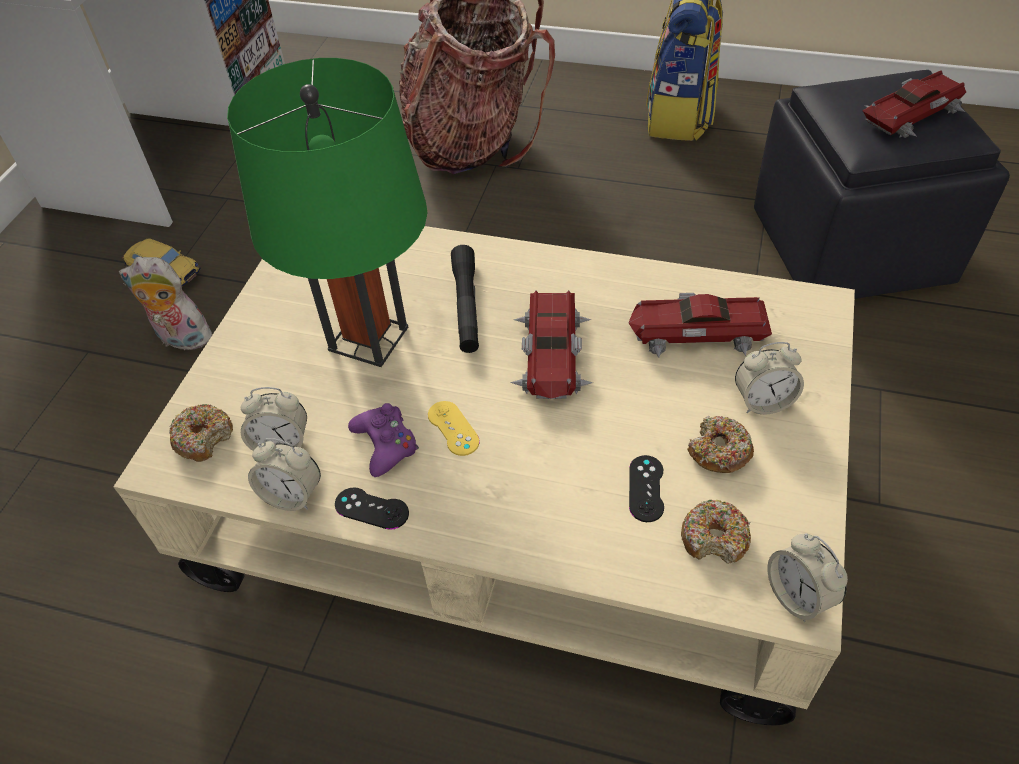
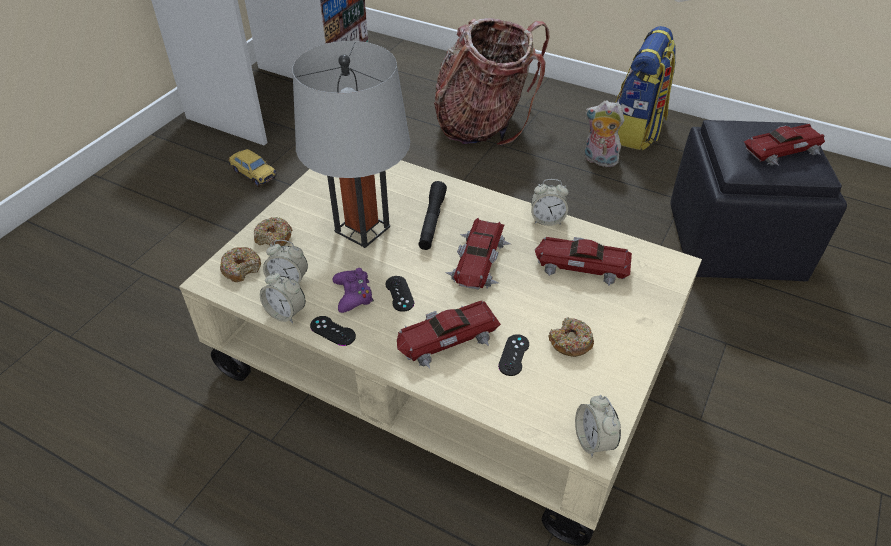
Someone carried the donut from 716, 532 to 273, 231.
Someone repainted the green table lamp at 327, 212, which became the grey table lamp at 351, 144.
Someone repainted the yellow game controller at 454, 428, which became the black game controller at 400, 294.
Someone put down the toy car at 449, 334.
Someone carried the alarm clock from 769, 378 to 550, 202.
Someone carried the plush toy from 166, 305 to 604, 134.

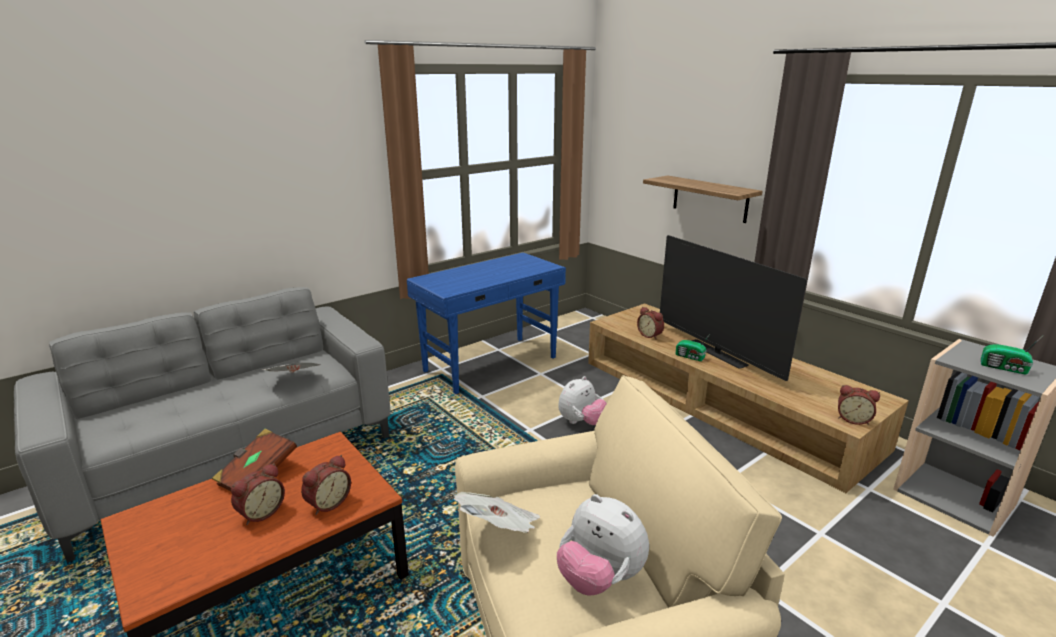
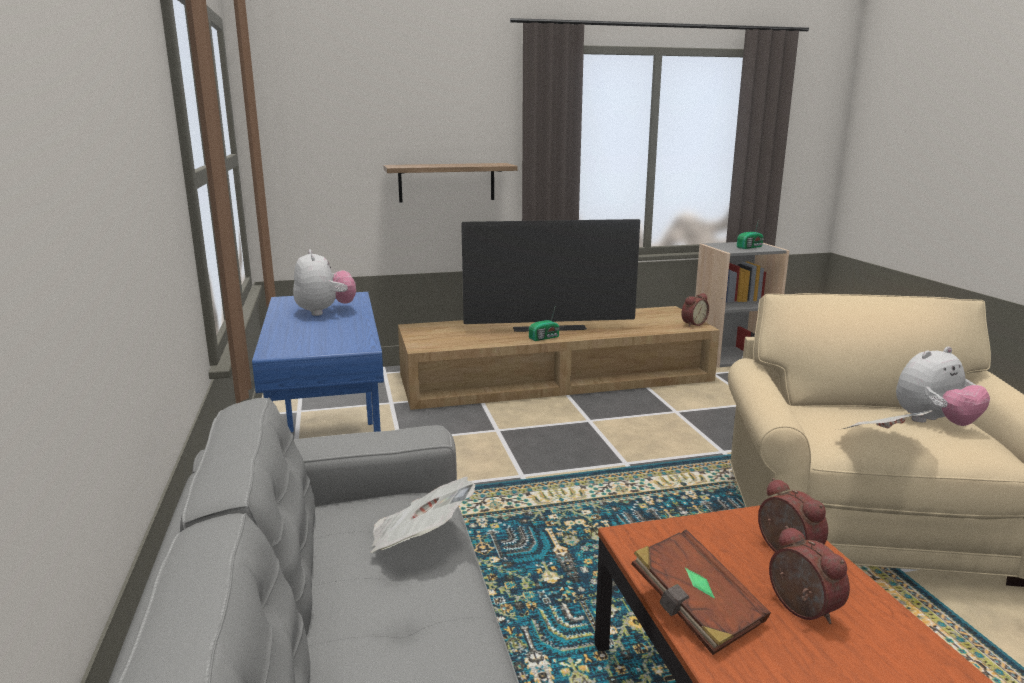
Someone carried the plush toy from 582, 400 to 324, 282.
Someone took away the alarm clock at 650, 323.

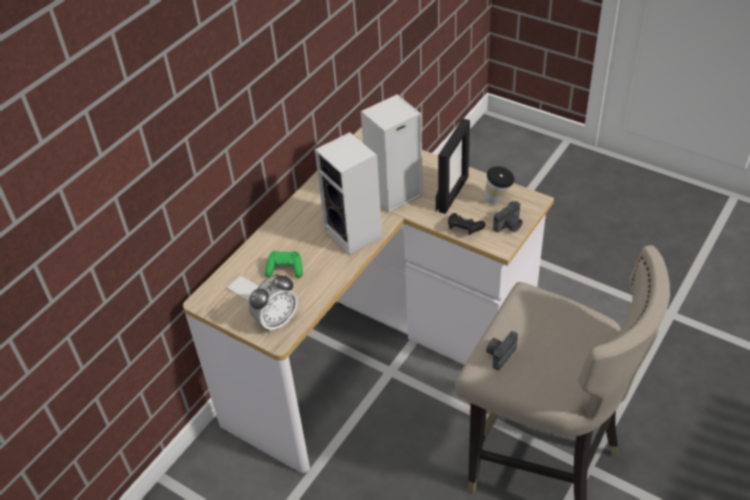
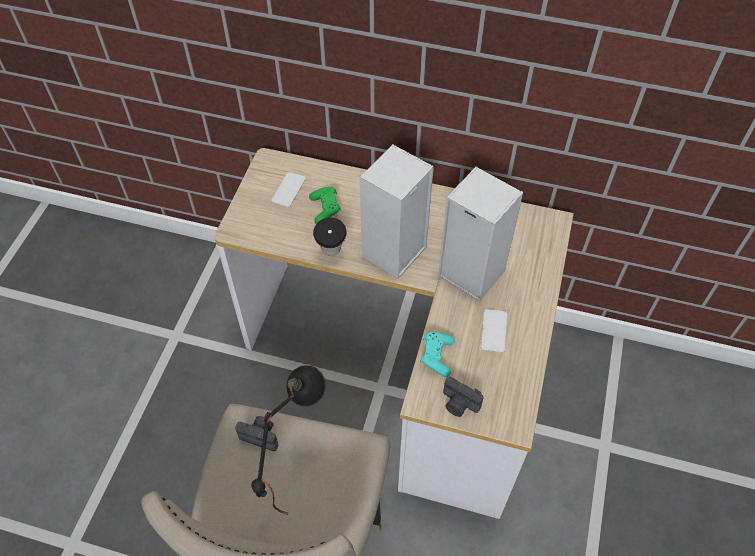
Someone put down the black table lamp at 288, 440.
Someone carried the cup from 499, 185 to 330, 236.
Someone repainted the black game controller at 467, 224, which became the turquoise game controller at 437, 354.
Someone swapped the picture frame at 453, 166 for the phone at 494, 331.
Someone took away the alarm clock at 273, 303.

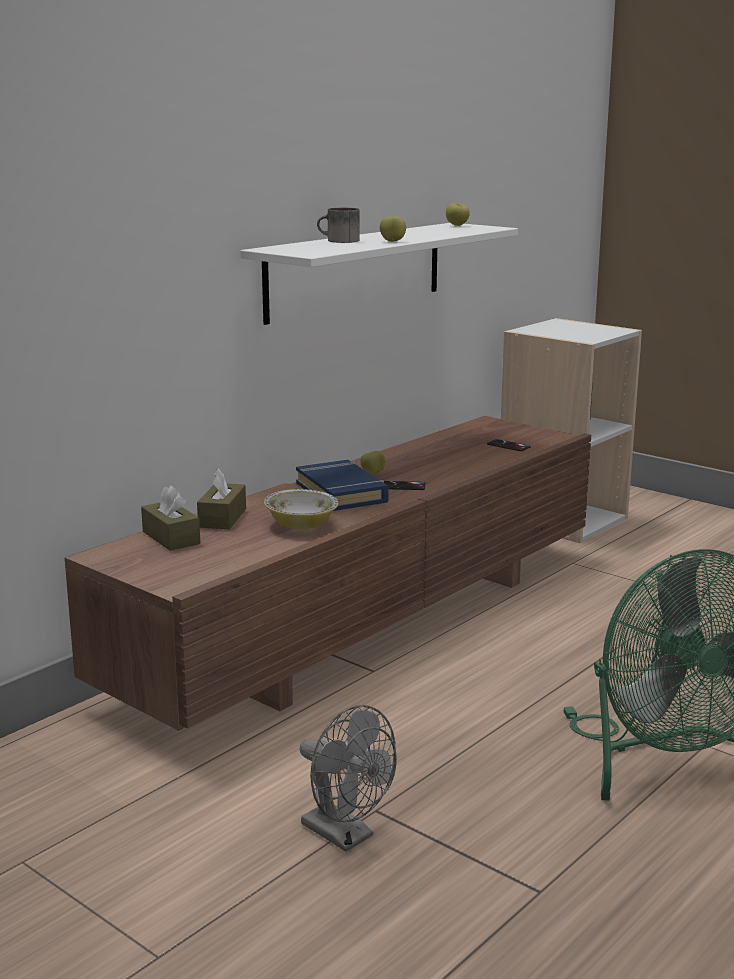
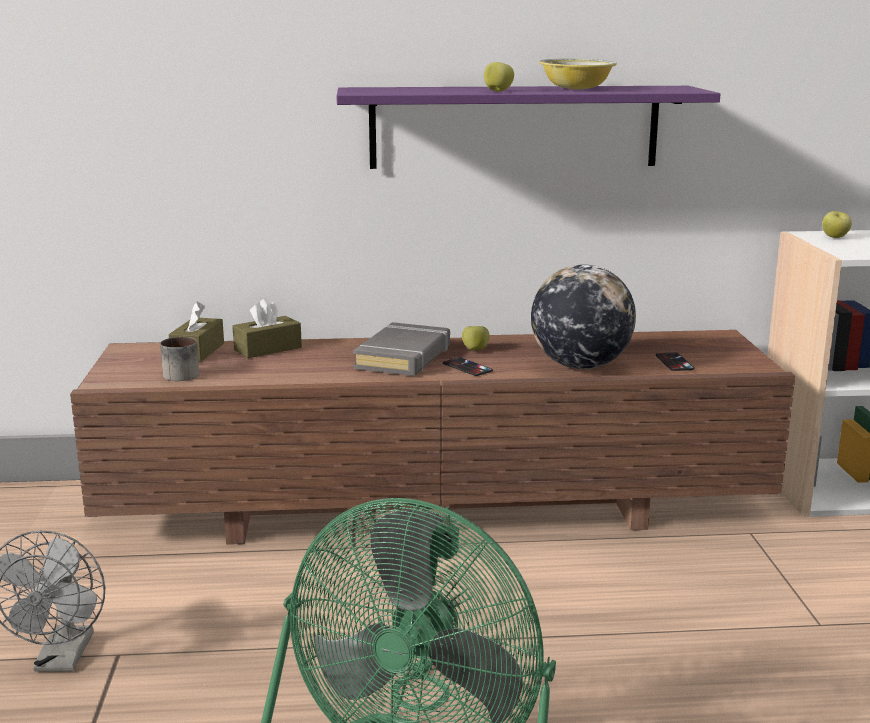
Someone carried the mug from 338, 225 to 179, 359.
Someone repainted the white shelf at 379, 274, which became the purple shelf at 528, 127.
Someone repainted the blue book at 342, 485, which became the grey book at 401, 349.
Someone put down the globe at 583, 316.
Someone carried the bowl from 301, 509 to 578, 74.
Someone carried the apple from 458, 214 to 837, 224.

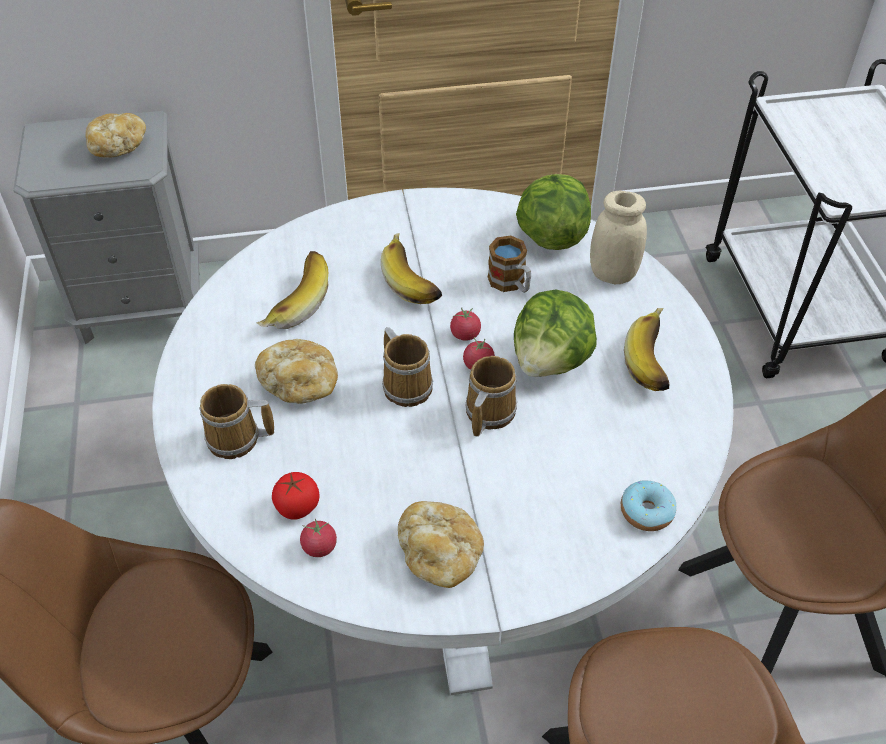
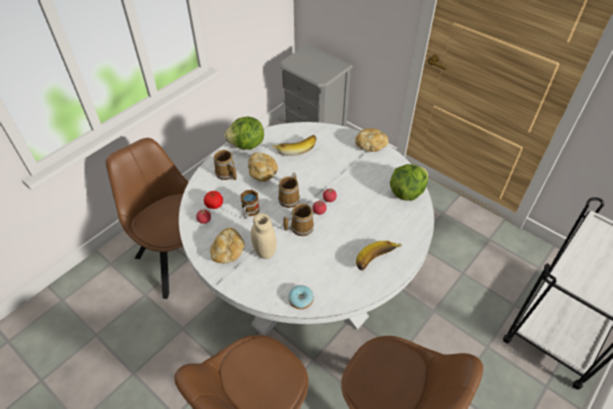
Someone carried the lettuce from 555, 333 to 244, 133.
Someone carried the mug from 509, 264 to 250, 204.
Someone carried the beige jar from 618, 237 to 264, 236.
Someone carried the bread from 116, 135 to 371, 140.
Someone took away the banana at 411, 268.

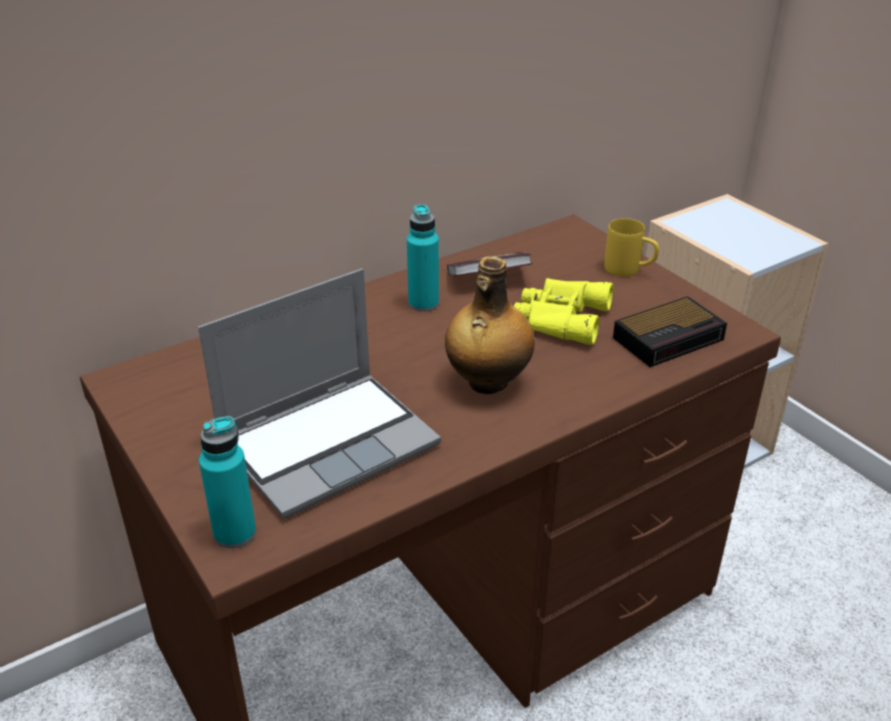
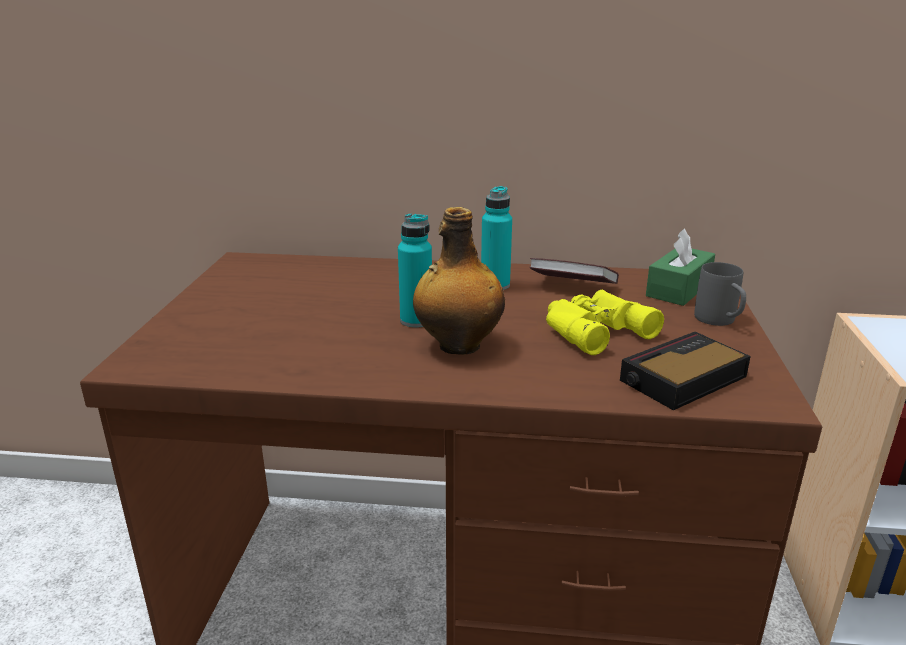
Someone carried the turquoise bottle from 227, 482 to 415, 270.
Someone rotated the alarm clock at 670, 331 by 135 degrees clockwise.
Someone put down the green tissue box at 680, 267.
Someone repainted the yellow mug at 631, 247, which became the grey mug at 720, 294.
Someone took away the laptop at 319, 393.

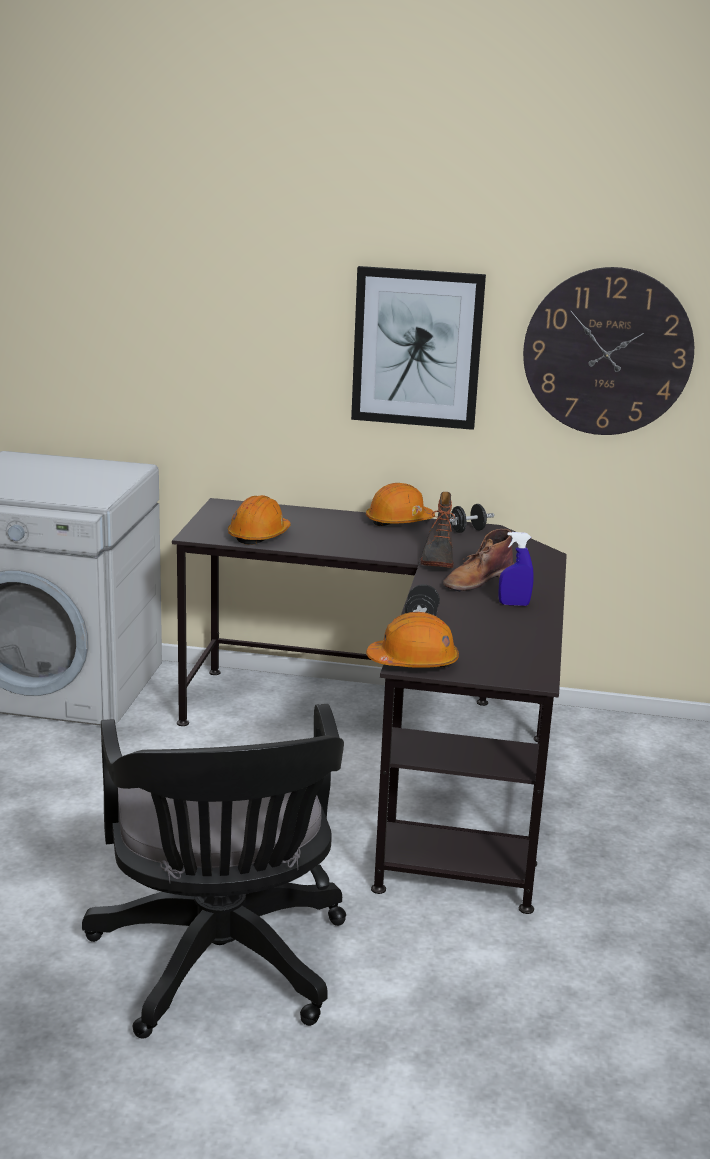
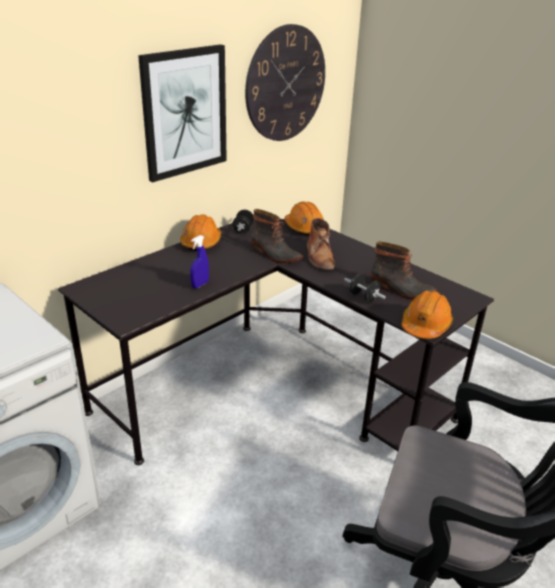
Someone carried the blue spray bottle from 516, 569 to 199, 261.
Someone carried the orange hard hat from 259, 520 to 304, 218.
Someone put down the boot at 403, 270.

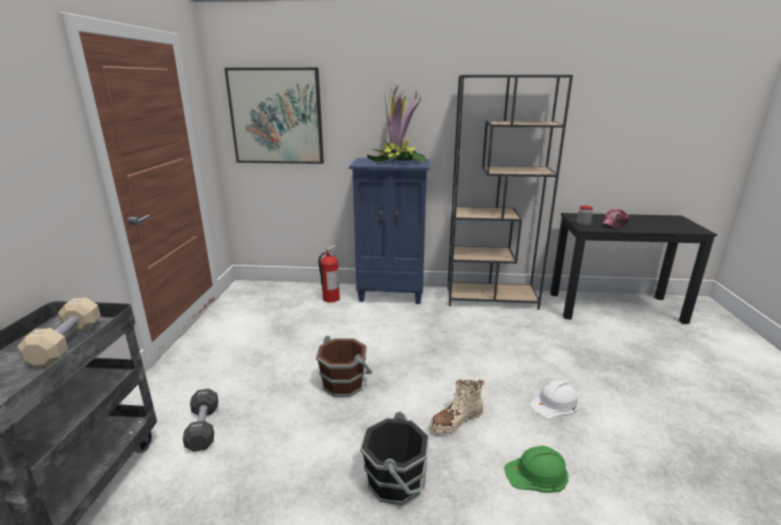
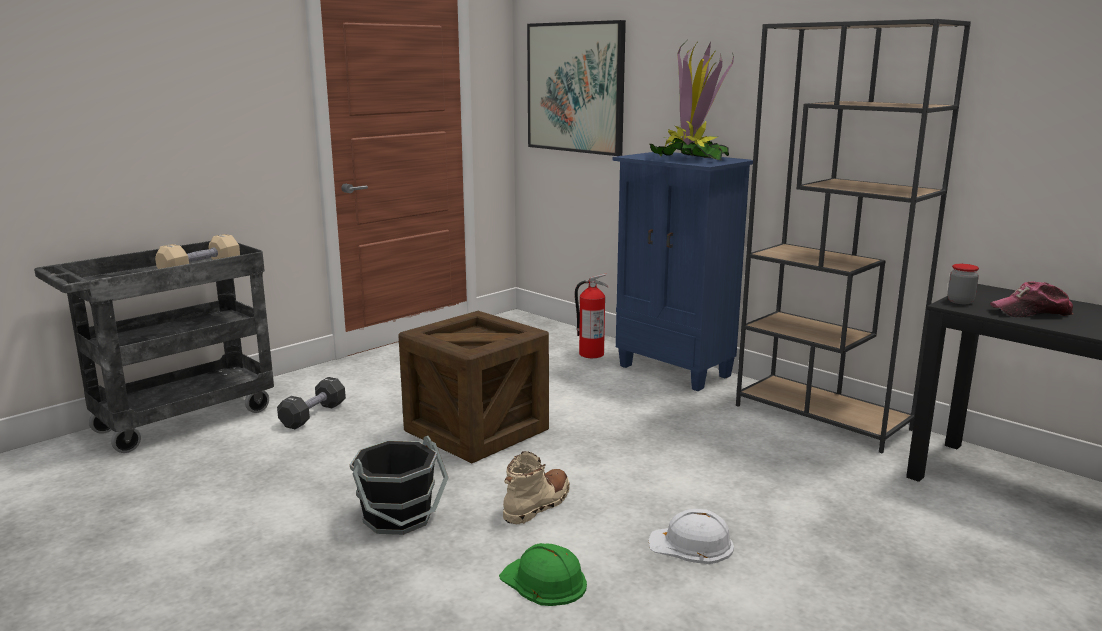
Someone swapped the brown bucket at 344, 366 for the crate at 473, 387.
Someone rotated the beige boot at 457, 407 by 120 degrees clockwise.

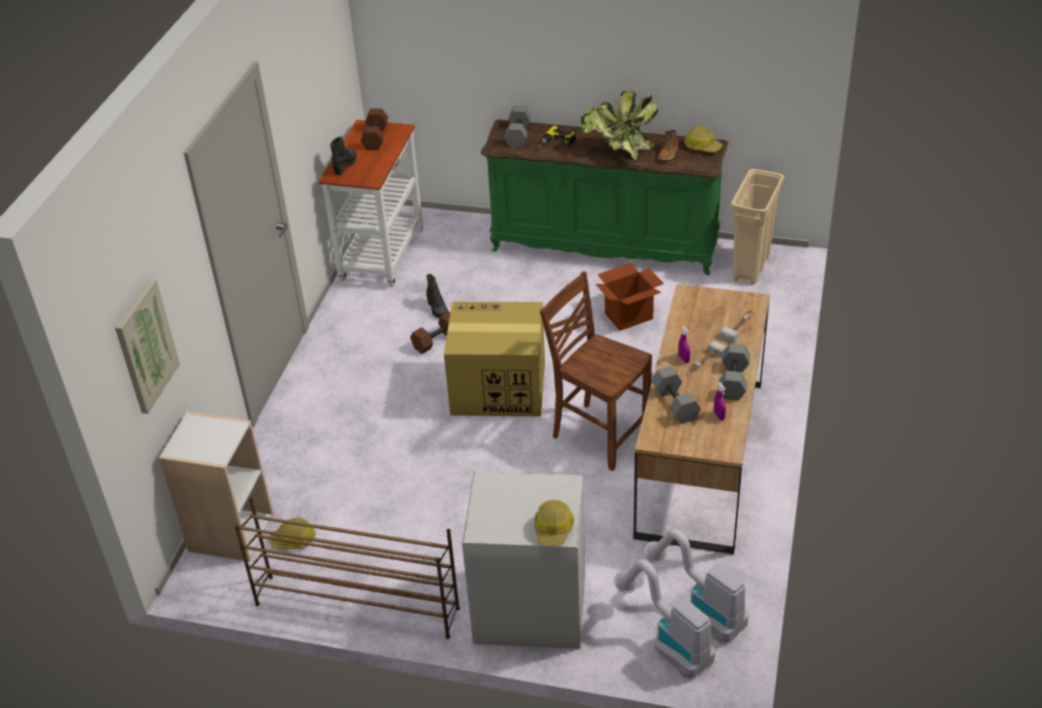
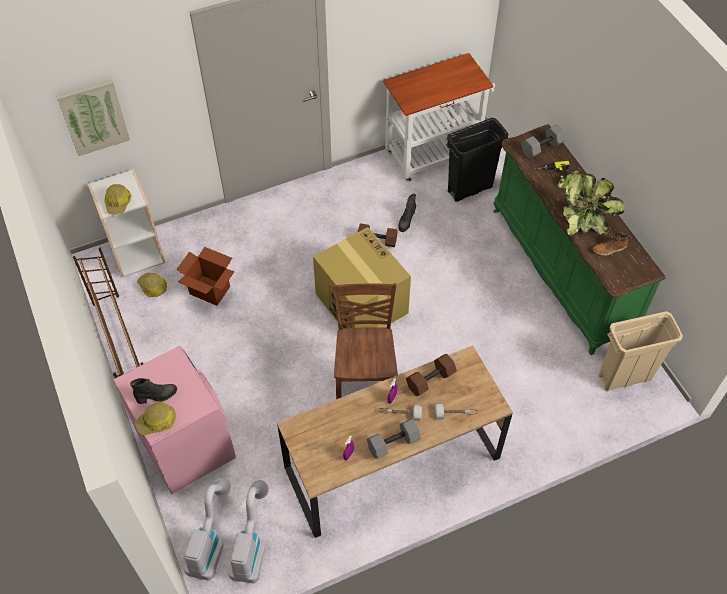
Someone carried the hard hat from 703, 139 to 118, 199.
Someone repainted the white washing machine at 523, 560, which became the pink washing machine at 174, 420.
Someone carried the black boot from 343, 156 to 153, 391.
Someone carried the cardboard box from 630, 297 to 205, 276.
Someone carried the brown dumbbell from 374, 129 to 431, 375.
Someone put down the black trash can at 477, 160.
Someone took away the grey dumbbell at 676, 395.

